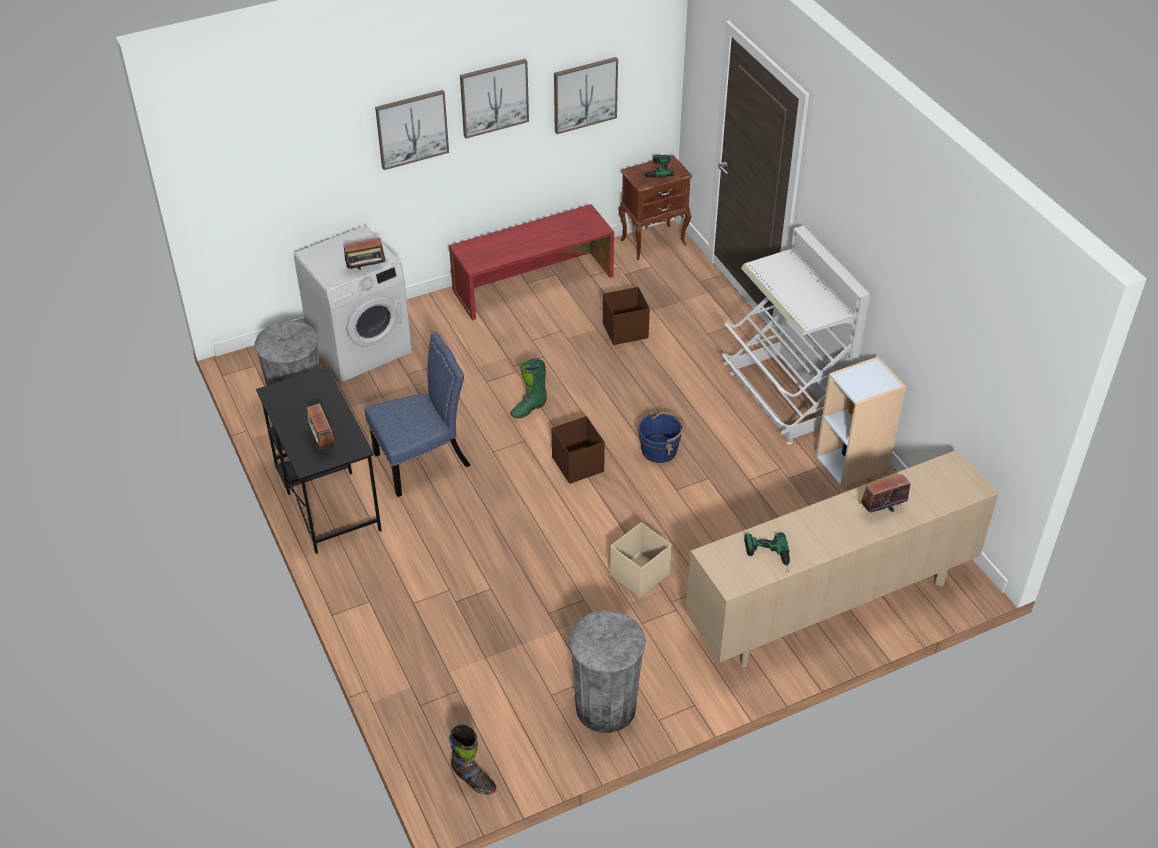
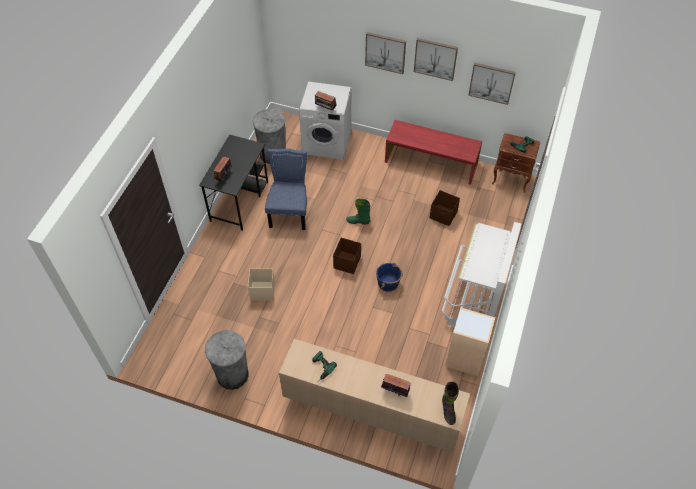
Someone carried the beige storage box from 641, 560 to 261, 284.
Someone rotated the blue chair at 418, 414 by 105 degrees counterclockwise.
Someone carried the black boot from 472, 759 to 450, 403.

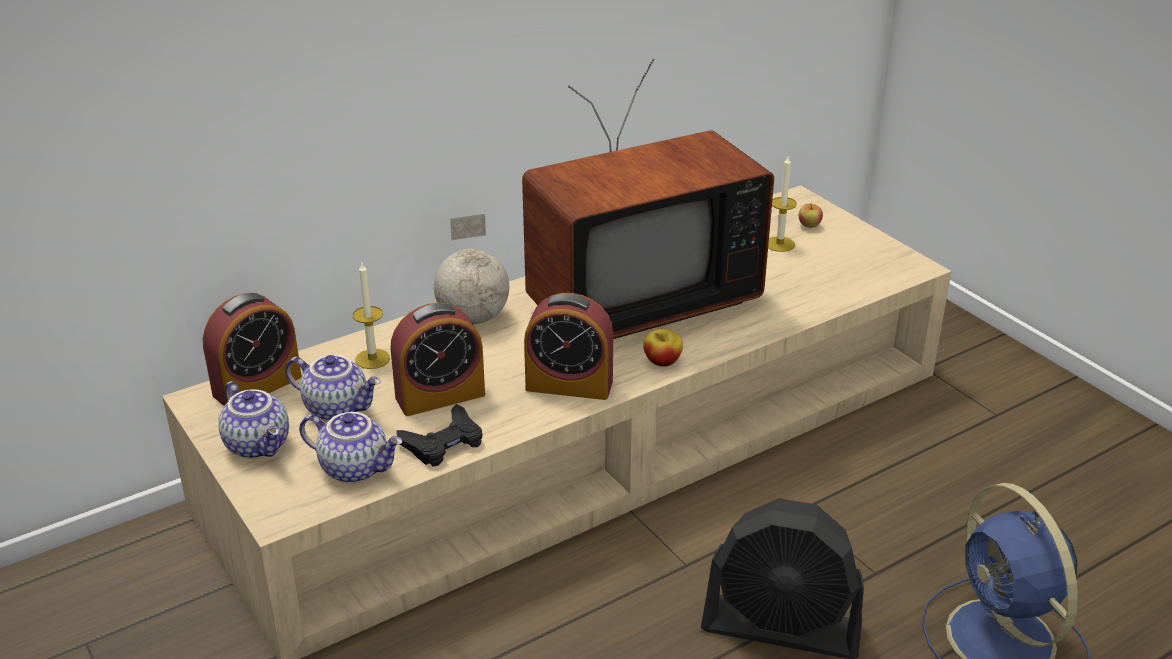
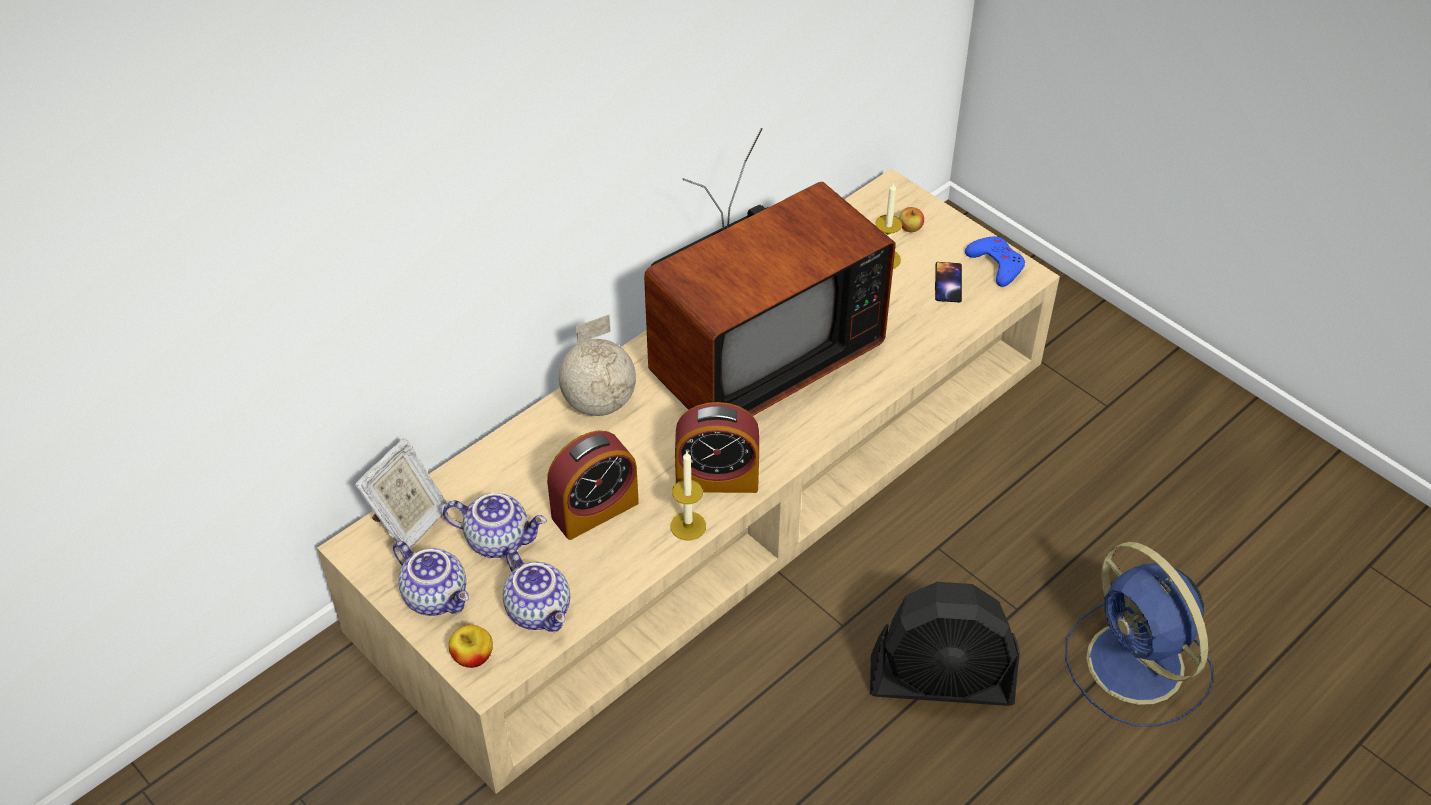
Someone swapped the alarm clock at 252, 349 for the picture frame at 402, 493.
Someone carried the apple from 663, 348 to 470, 646.
Someone rotated the teapot at 351, 447 by 45 degrees clockwise.
Someone carried the candle from 371, 316 to 688, 495.
Someone put down the phone at 948, 282.
Someone put down the blue game controller at 995, 261.
Someone took away the black game controller at 439, 435.

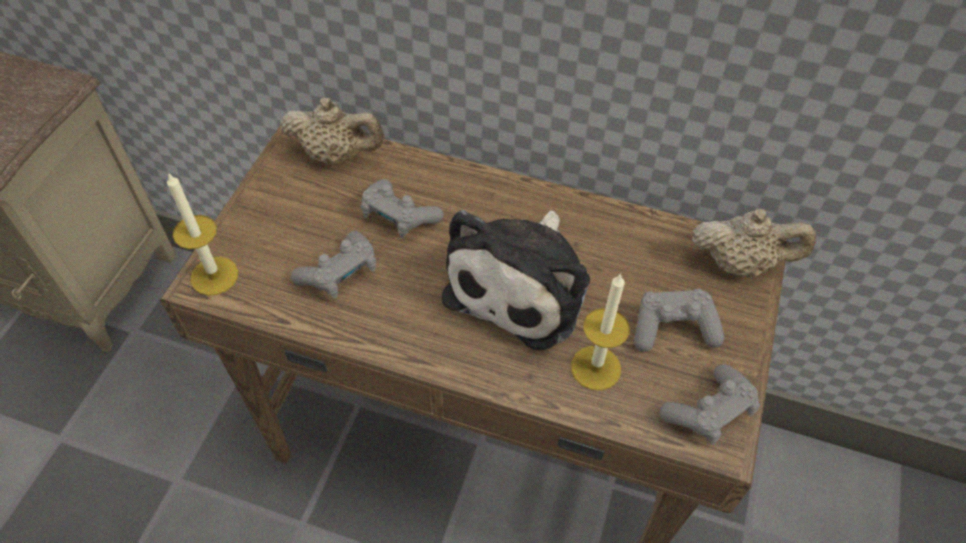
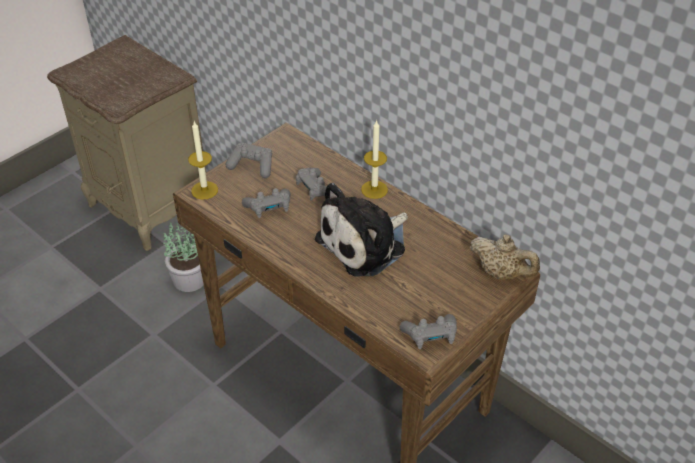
Someone put down the potted plant at 183, 257.
Someone carried the grey game controller from 679, 320 to 249, 160.
Someone carried the candle from 600, 332 to 374, 159.
Someone took away the beige teapot at 332, 131.

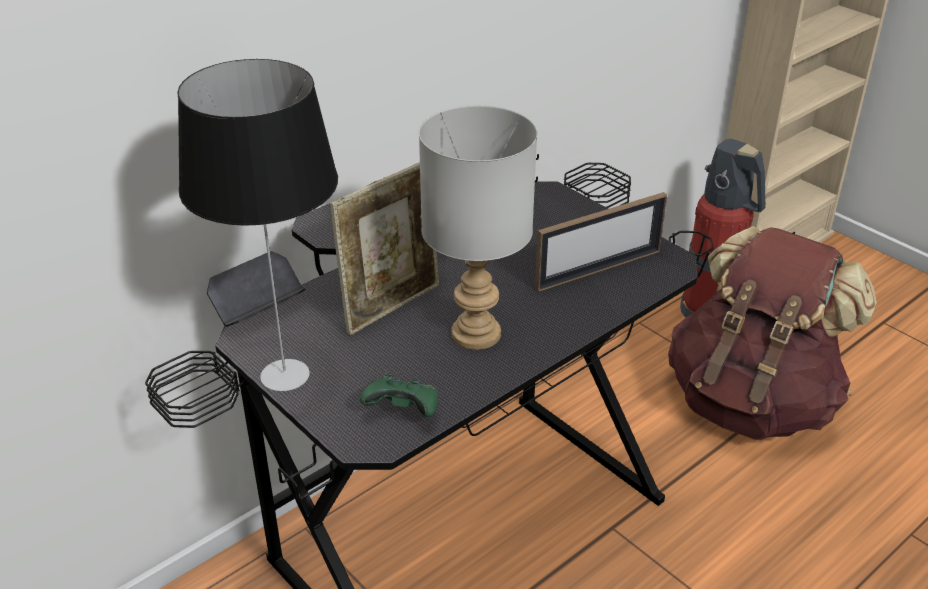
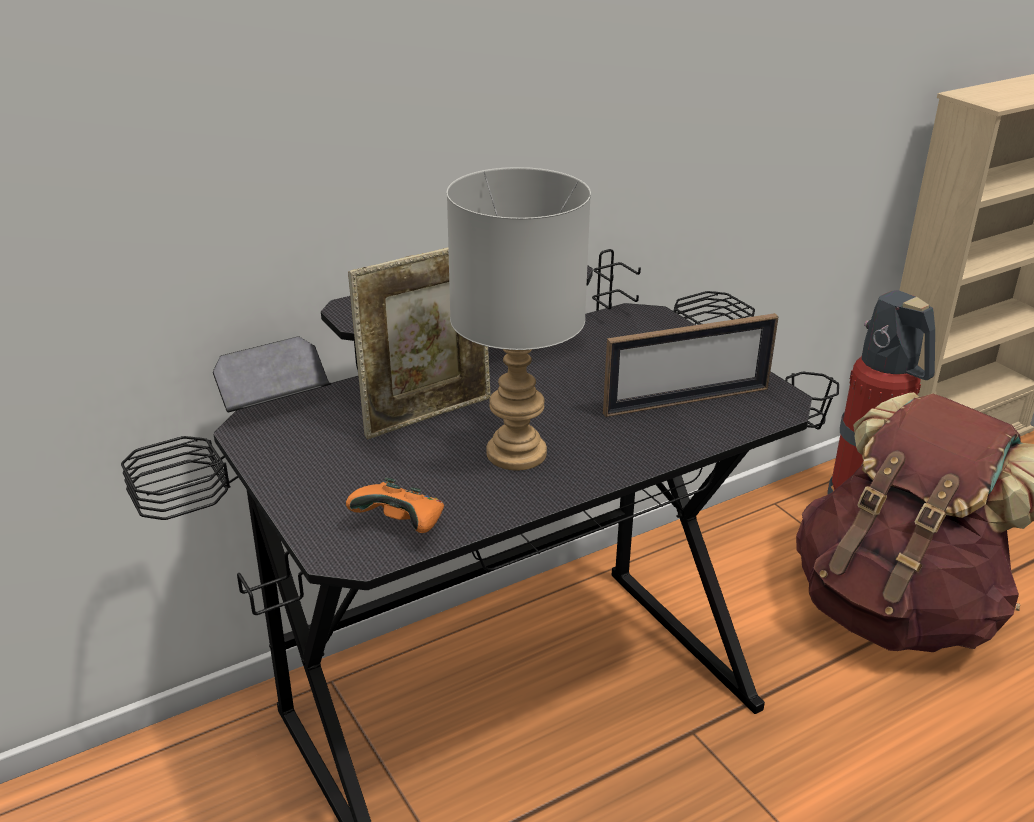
Someone repainted the green game controller at 399, 395, which became the orange game controller at 395, 505.
Someone took away the table lamp at 258, 225.

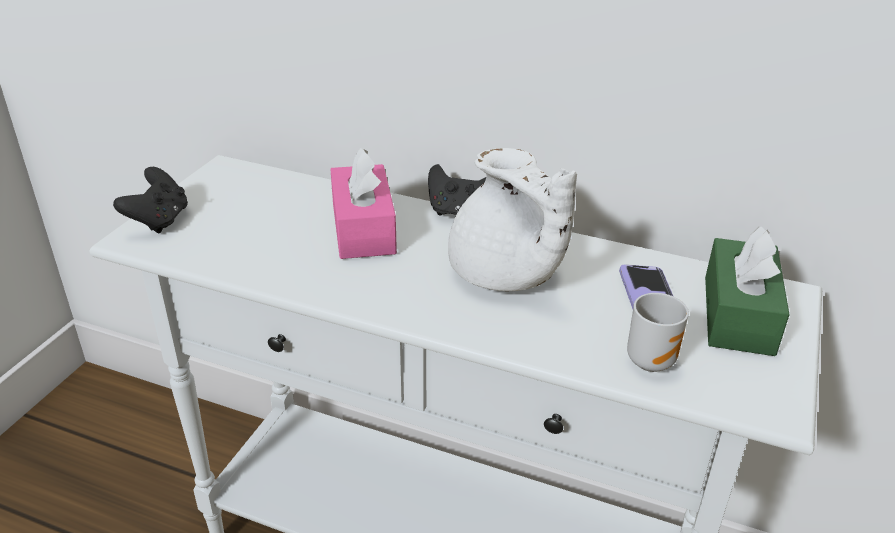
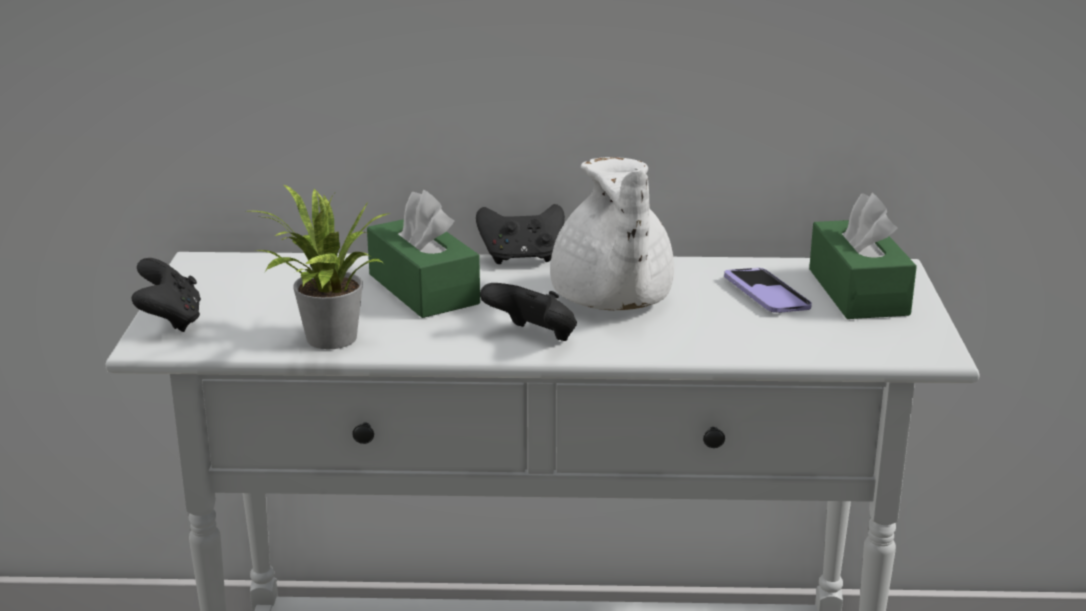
Someone put down the potted plant at 318, 266.
Someone repainted the pink tissue box at 363, 203, which became the green tissue box at 423, 254.
Someone put down the black game controller at 528, 312.
Someone rotated the white teapot at 512, 219 by 45 degrees clockwise.
Someone took away the mug at 658, 332.

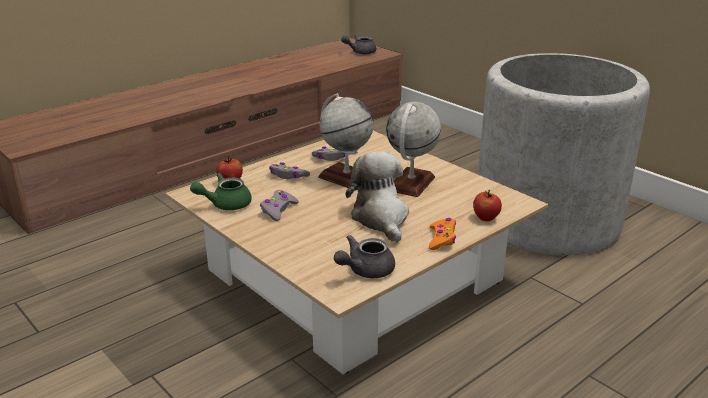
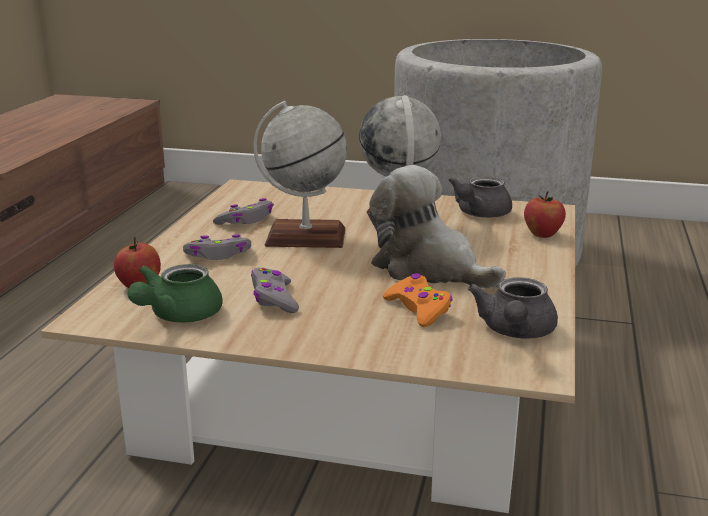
Someone carried the orange game controller from 442, 234 to 418, 300.
Someone carried the grey teapot from 358, 44 to 480, 197.

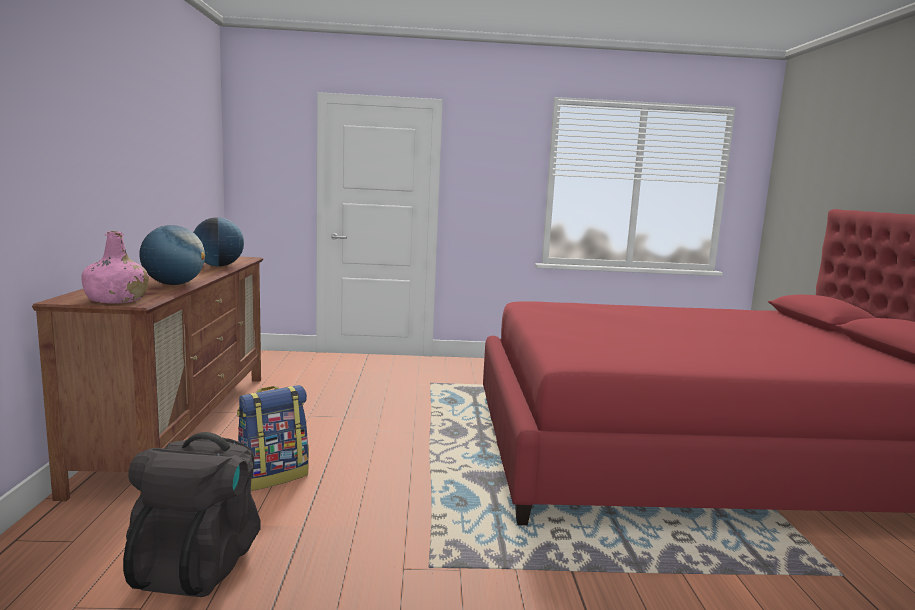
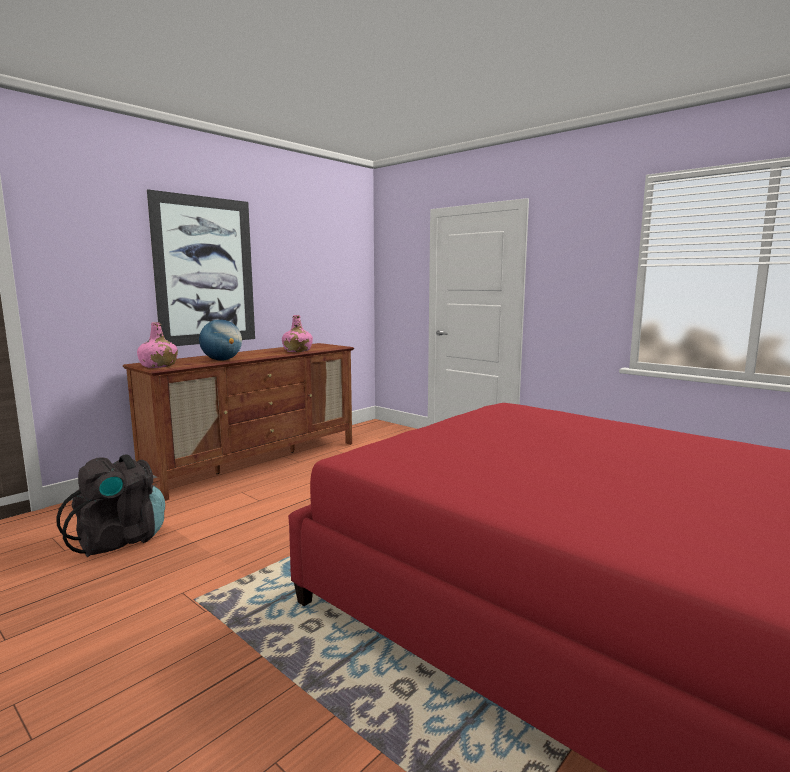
Someone put up the picture at 201, 267.
Someone swapped the globe at 218, 242 for the pink bottle at 297, 333.
Someone took away the backpack at 273, 438.

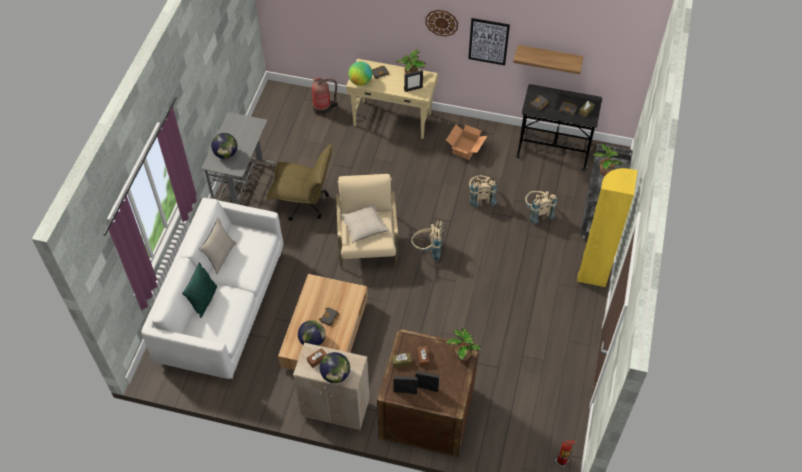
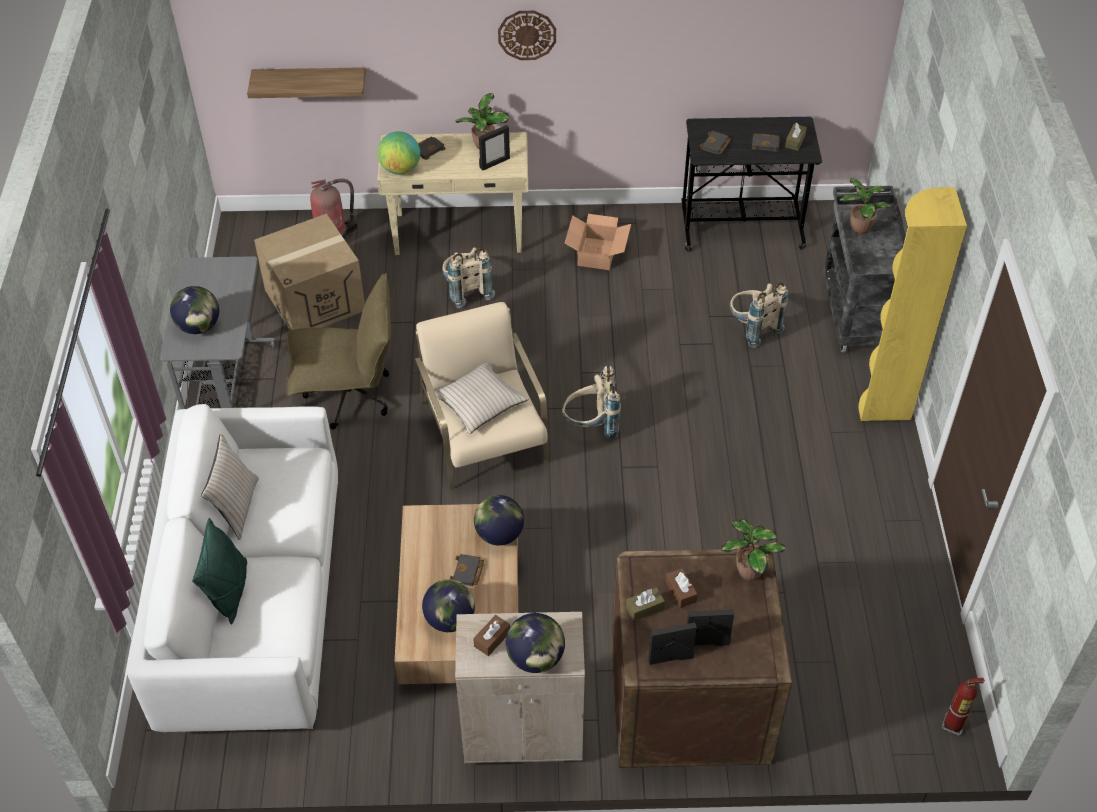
Someone carried the shelf from 548, 59 to 306, 82.
Someone put down the cardboard box at 309, 272.
Someone carried the beige backpack from 483, 191 to 468, 277.
Someone put down the globe at 499, 520.
Someone took away the picture at 489, 41.

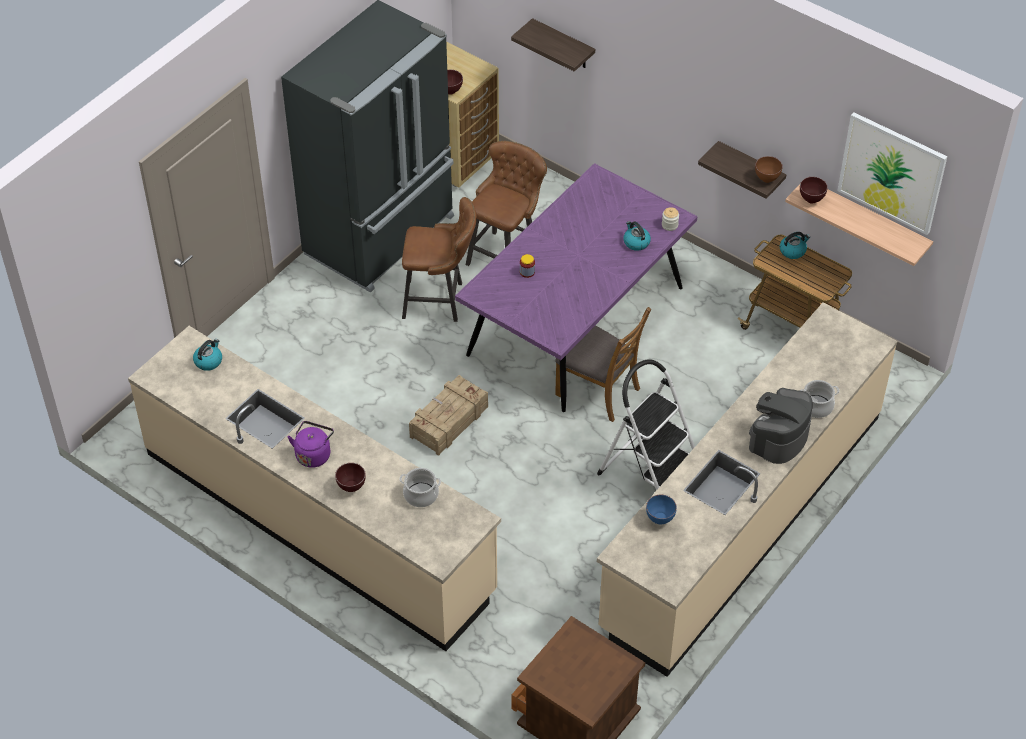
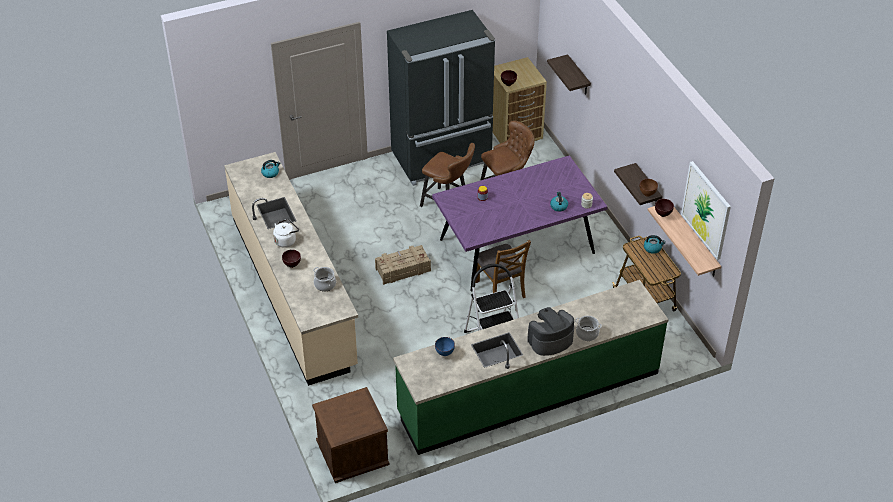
Someone repainted the purple kettle at 311, 444, which became the white kettle at 286, 233.
Someone repainted the beige counter at 747, 490, which became the green counter at 531, 367.

